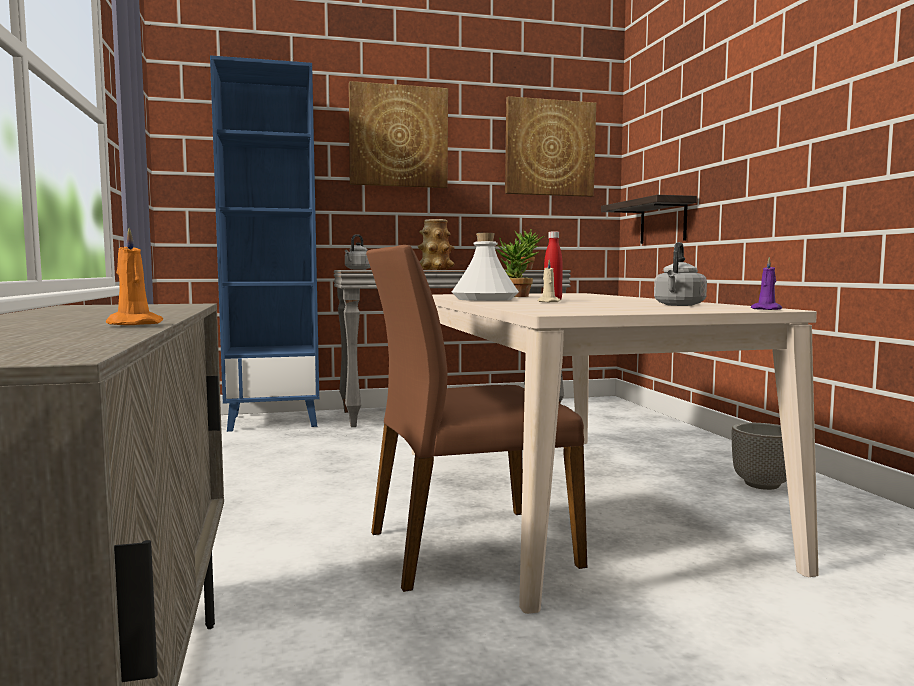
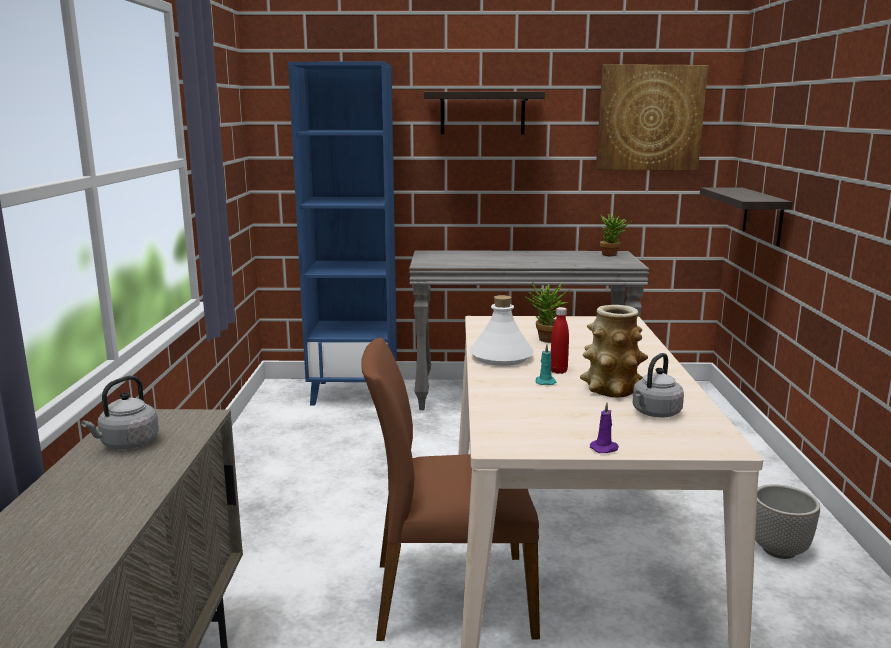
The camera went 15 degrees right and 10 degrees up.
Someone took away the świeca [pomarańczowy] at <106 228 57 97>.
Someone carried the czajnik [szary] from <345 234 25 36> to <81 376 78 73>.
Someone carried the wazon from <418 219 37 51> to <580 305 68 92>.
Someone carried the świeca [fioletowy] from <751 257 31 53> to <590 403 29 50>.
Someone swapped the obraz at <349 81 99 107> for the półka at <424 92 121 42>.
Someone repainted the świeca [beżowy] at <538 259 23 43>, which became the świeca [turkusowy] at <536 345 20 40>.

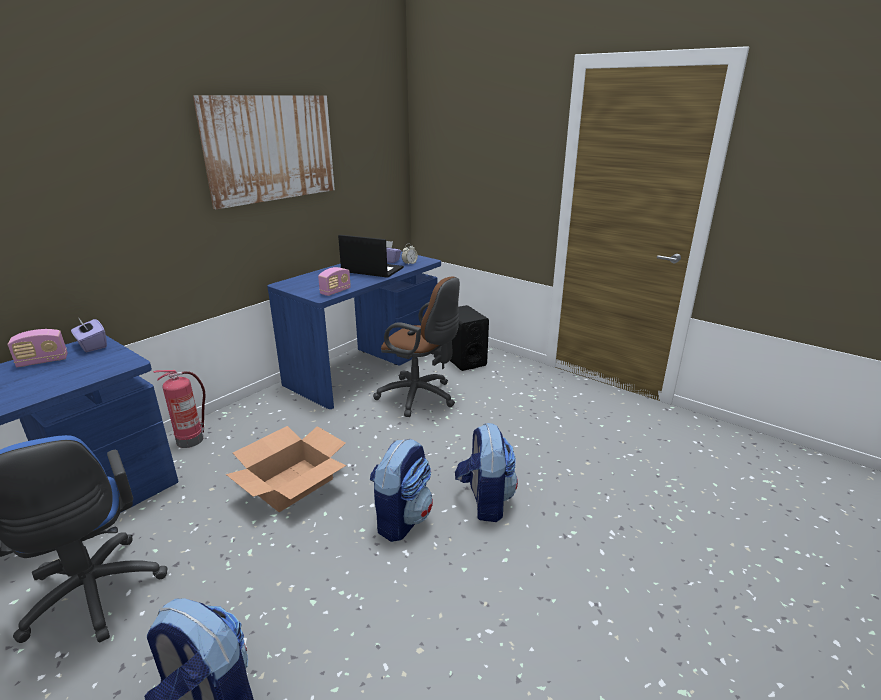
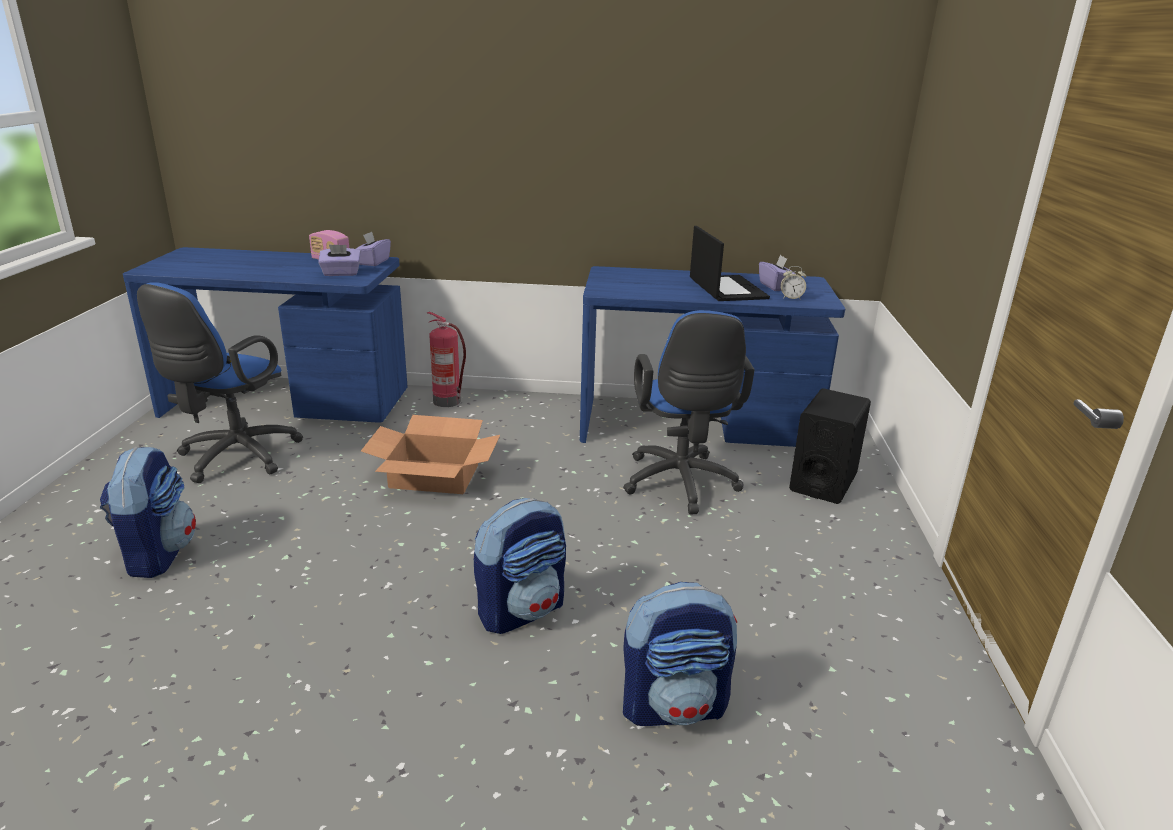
The camera went 55 degrees right and 0 degrees up.
Someone took away the obraz at <193 95 142 114>.
Someone took away the radio at <318 267 33 29>.
Someone put down the pudełko chusteczek [fioletowy] at <318 244 43 32>.
Someone carried the plecak from <370 439 63 103> to <623 582 114 144>.
Someone repainted the krzesło biurowe [brązowy] at <373 277 87 140>, which became the krzesło biurowe [niebieski] at <623 310 132 204>.

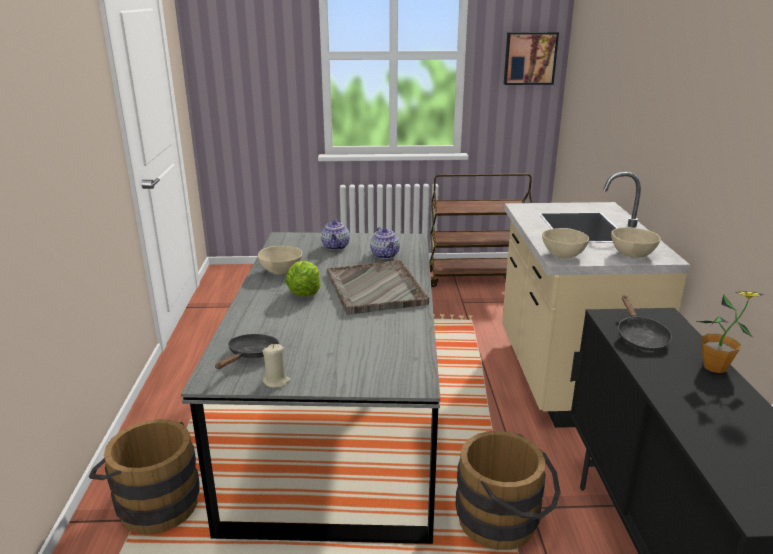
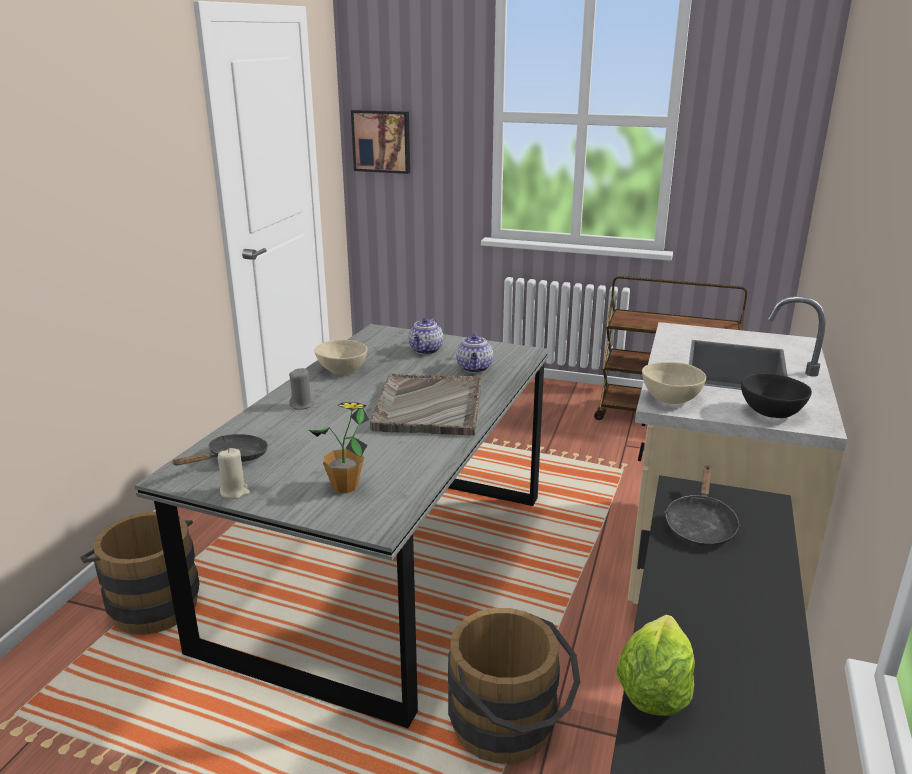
The camera went 20 degrees right and 0 degrees up.
Someone put down the świeca [szary] at <289 368 26 42>.
Someone carried the sałata from <286 261 35 36> to <616 615 79 101>.
Someone carried the obraz from <504 32 55 53> to <351 110 59 64>.
Someone carried the roślina doniczkowa from <695 291 69 82> to <309 402 60 91>.
Someone repainted the miska [beżowy] at <611 228 50 30>, which became the miska [czarny] at <741 373 71 45>.

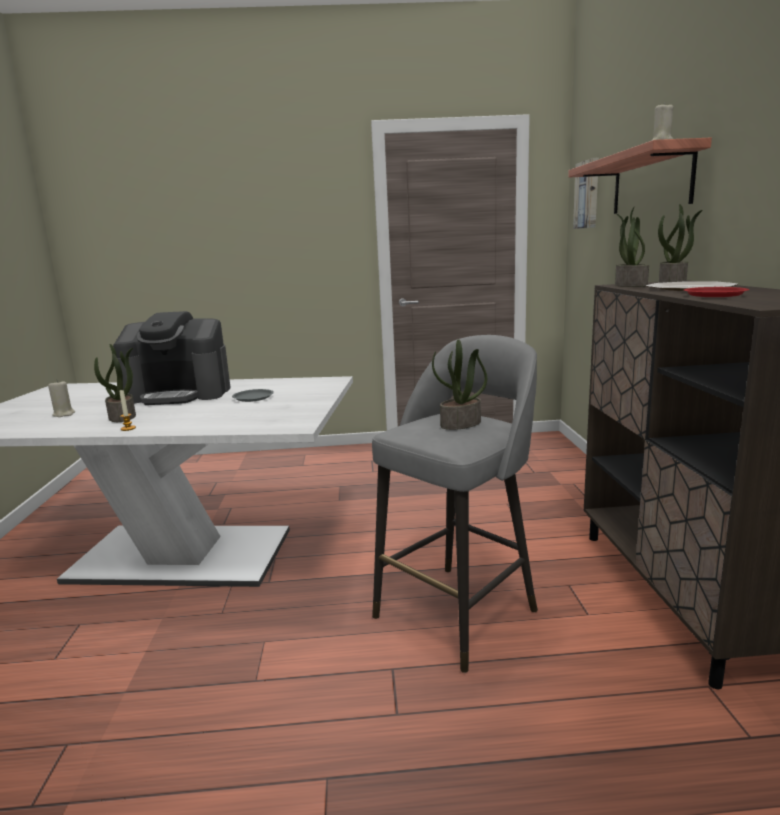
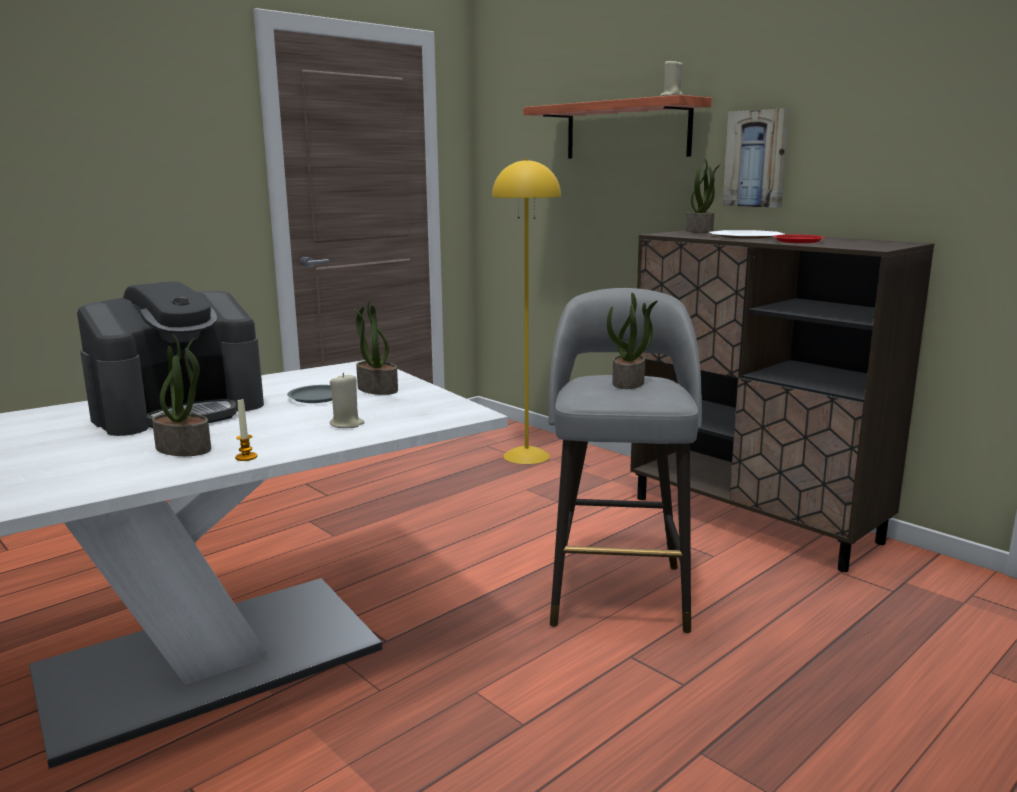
The camera went 40 degrees left and 0 degrees up.
Someone put down the lampa stojąca [żółty] at <492 158 69 306>.
Someone carried the świeca [beżowy] from <48 380 27 37> to <329 373 36 55>.
Someone carried the obraz from <573 157 26 72> to <722 108 68 100>.
Someone carried the roślina doniczkowa from <615 207 34 80> to <354 297 44 98>.

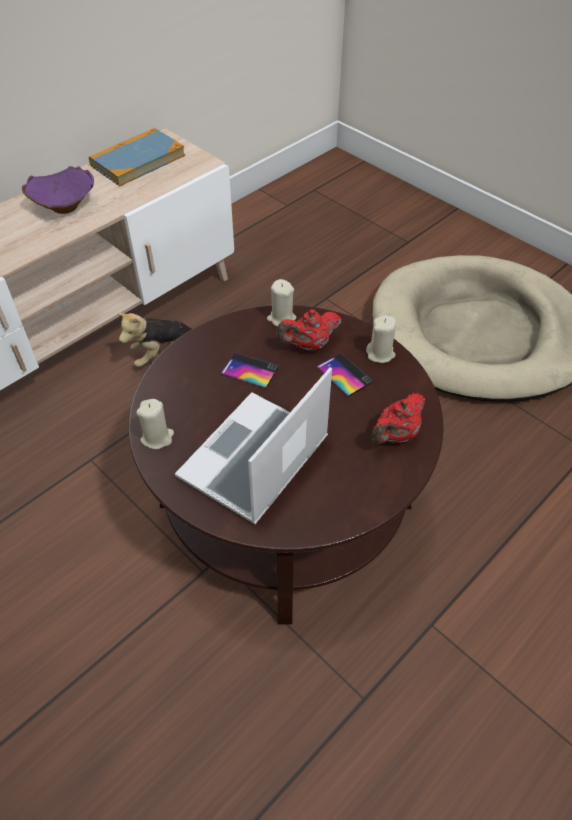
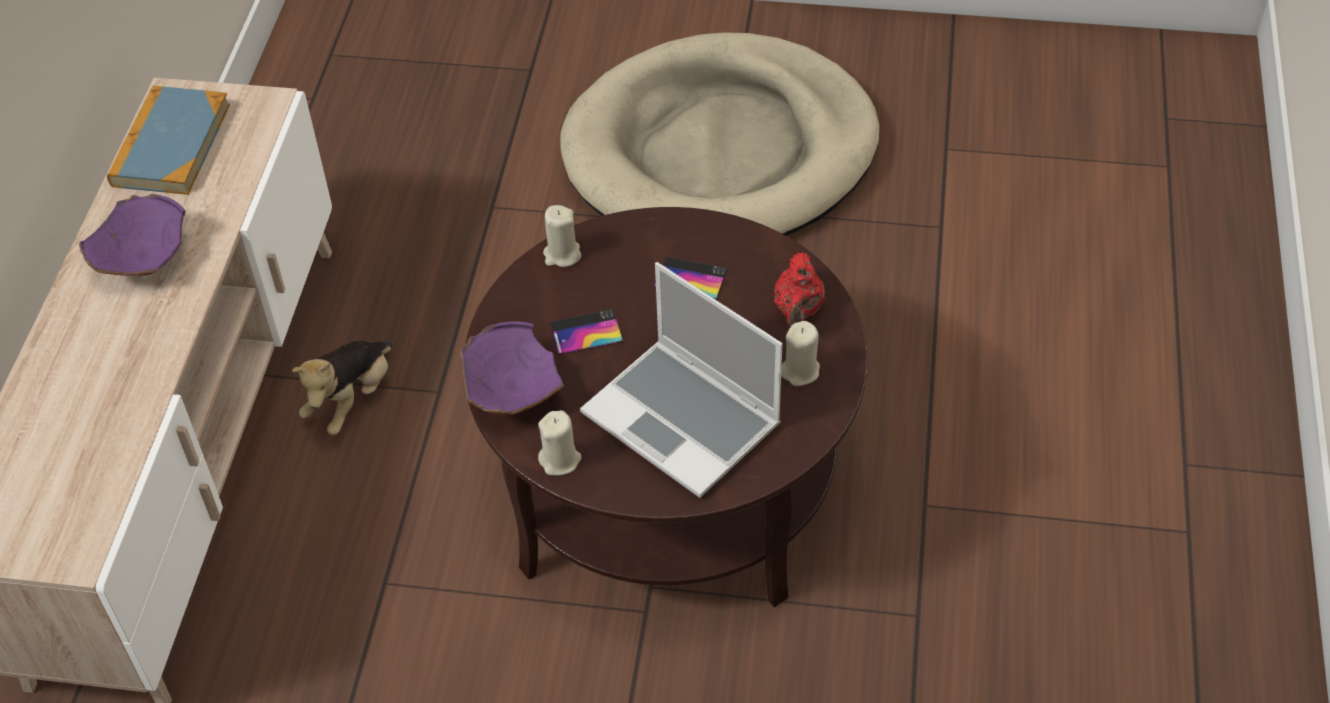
The camera went 35 degrees left and 0 degrees up.
Someone took away the imbryk [czerwony] at <277 309 64 42>.
Someone put down the miska [fioletowy] at <460 321 104 94>.
Someone carried the świeca [beżowy] from <366 315 30 48> to <781 321 39 65>.
Someone rotated the laptop at <175 367 157 157> by 45 degrees counterclockwise.

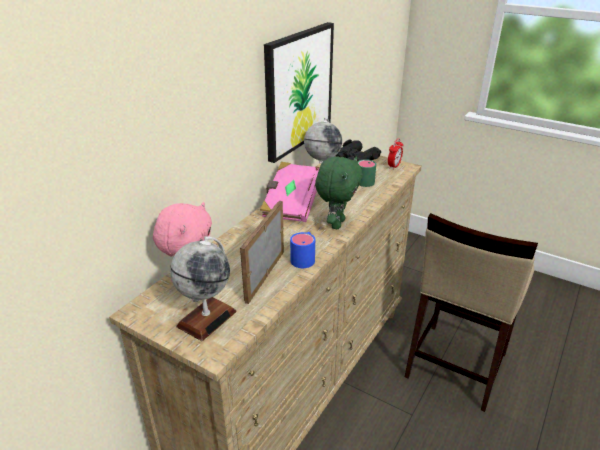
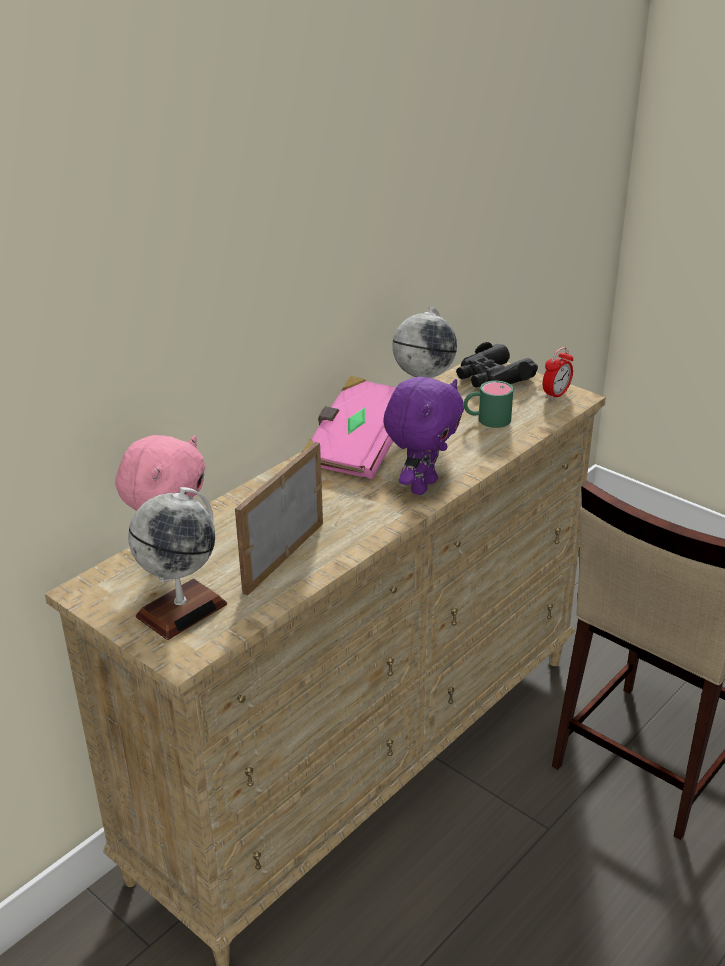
The camera went 10 degrees right and 0 degrees up.
Someone took away the obraz at <264 22 70 141>.
Someone took away the kubek [niebieski] at <290 232 25 36>.
Someone repainted the pluszak [zielony] at <315 157 48 72>, which became the pluszak [fioletowy] at <383 377 81 118>.

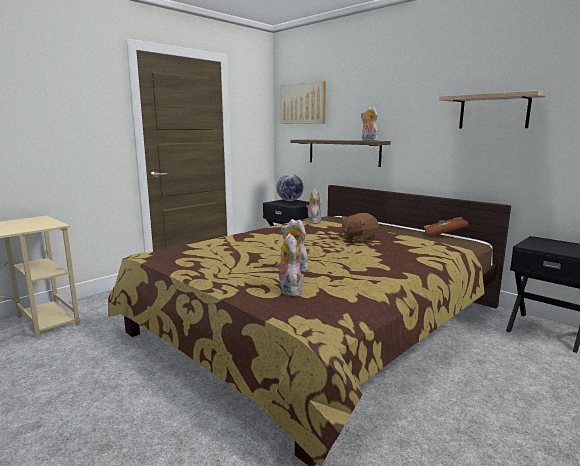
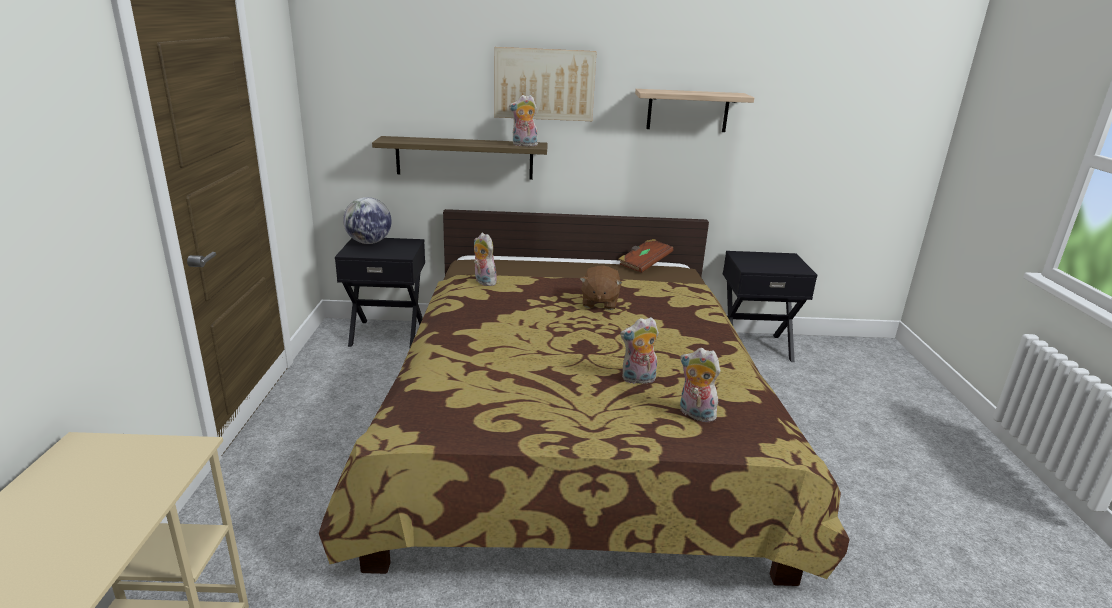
The camera went 45 degrees left and 10 degrees up.
Someone carried the obraz from <280 81 46 43> to <494 47 103 74>.

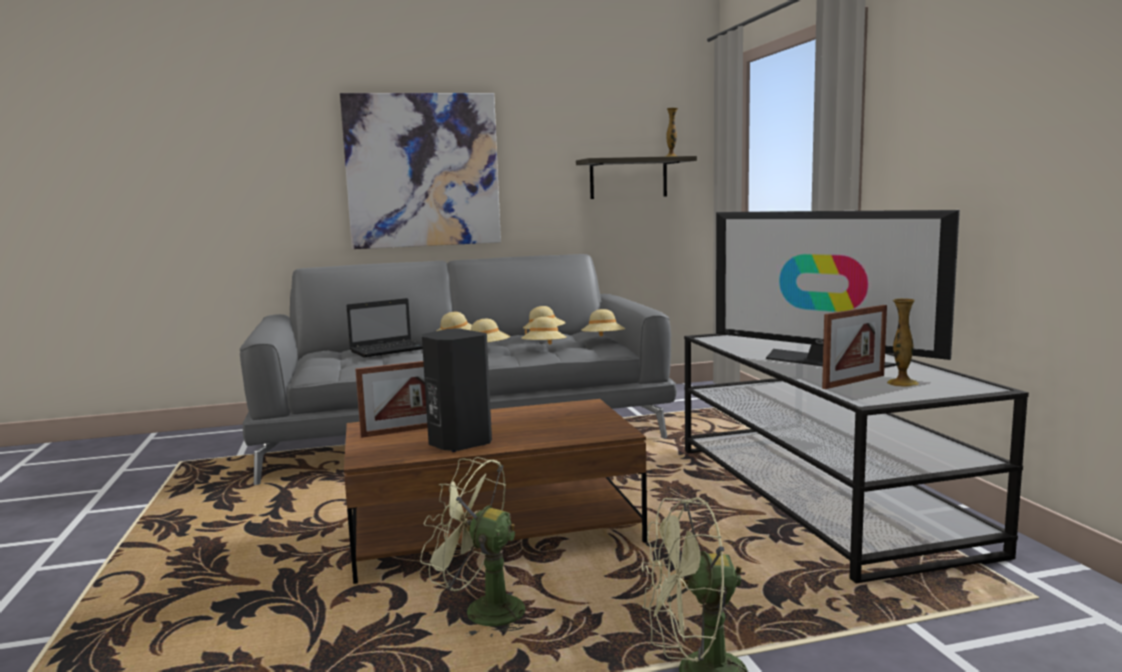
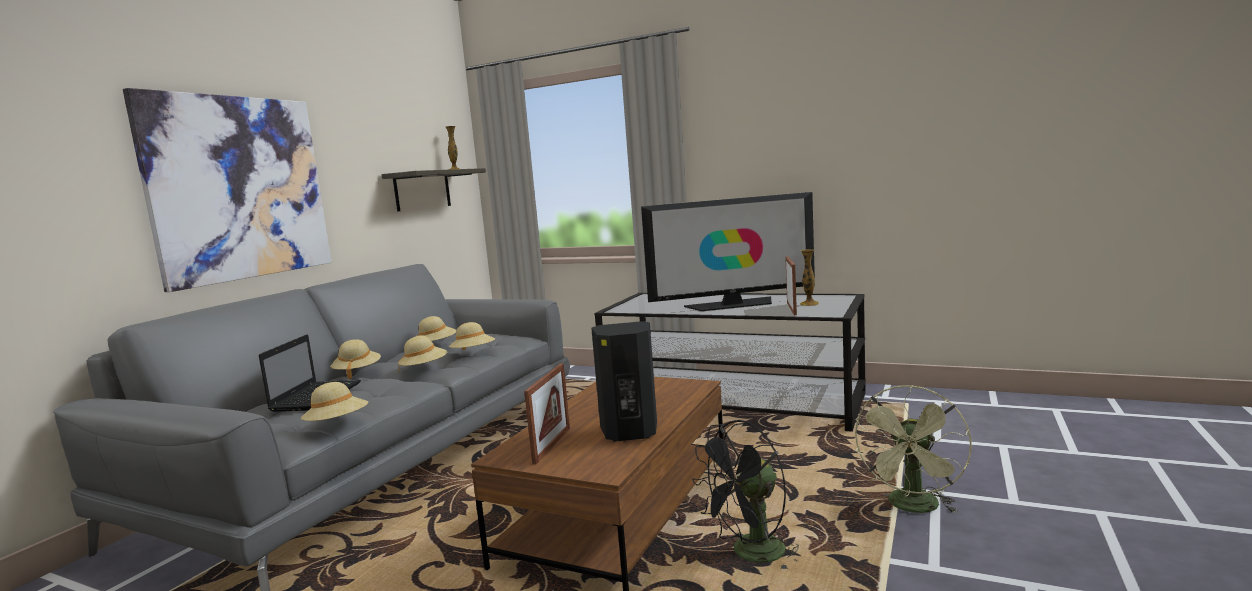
The camera went 50 degrees left and 0 degrees up.
Someone carried the kapelusz [beżowy] from <581 309 44 28> to <301 382 67 39>.
Someone repainted the wentylator [zielony] at <420 457 105 180>, which became the wentylator [czarny] at <692 420 107 151>.

